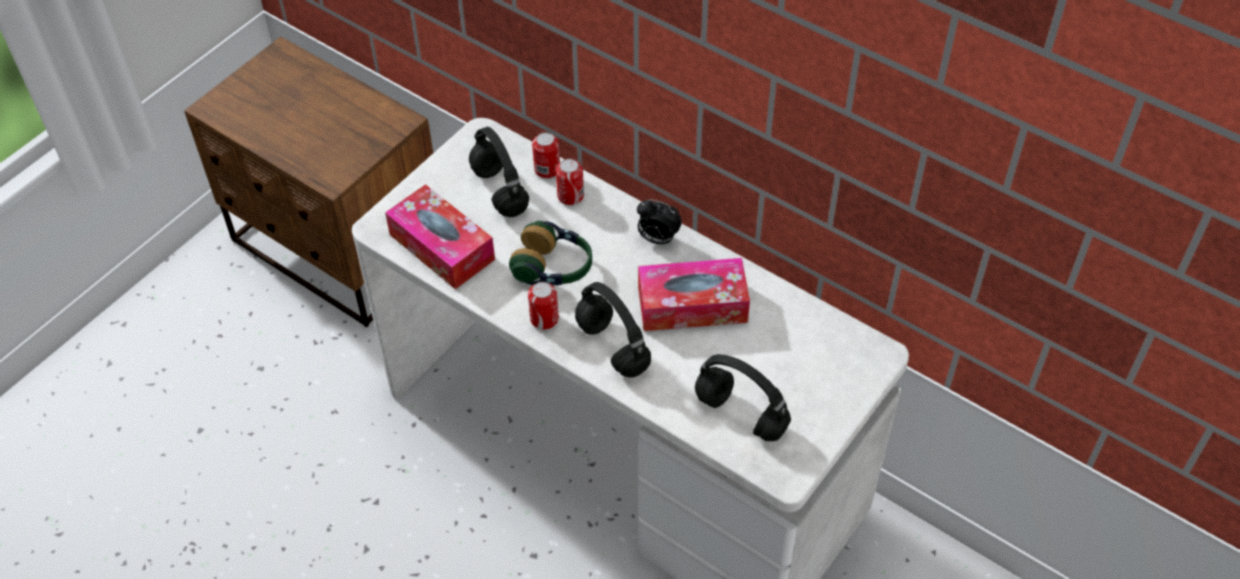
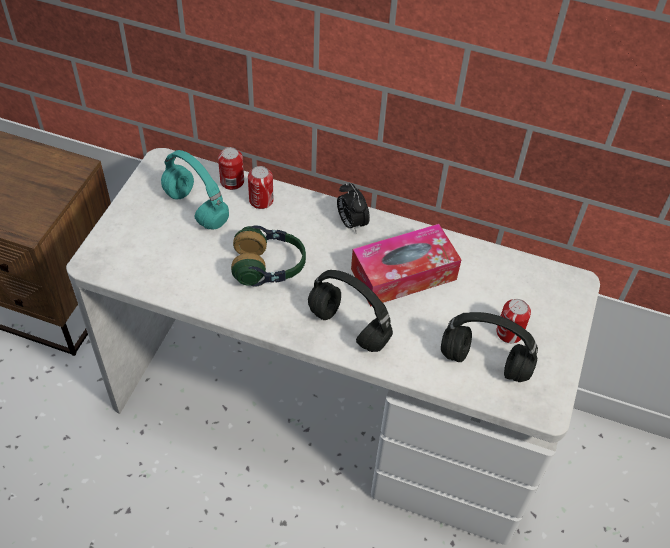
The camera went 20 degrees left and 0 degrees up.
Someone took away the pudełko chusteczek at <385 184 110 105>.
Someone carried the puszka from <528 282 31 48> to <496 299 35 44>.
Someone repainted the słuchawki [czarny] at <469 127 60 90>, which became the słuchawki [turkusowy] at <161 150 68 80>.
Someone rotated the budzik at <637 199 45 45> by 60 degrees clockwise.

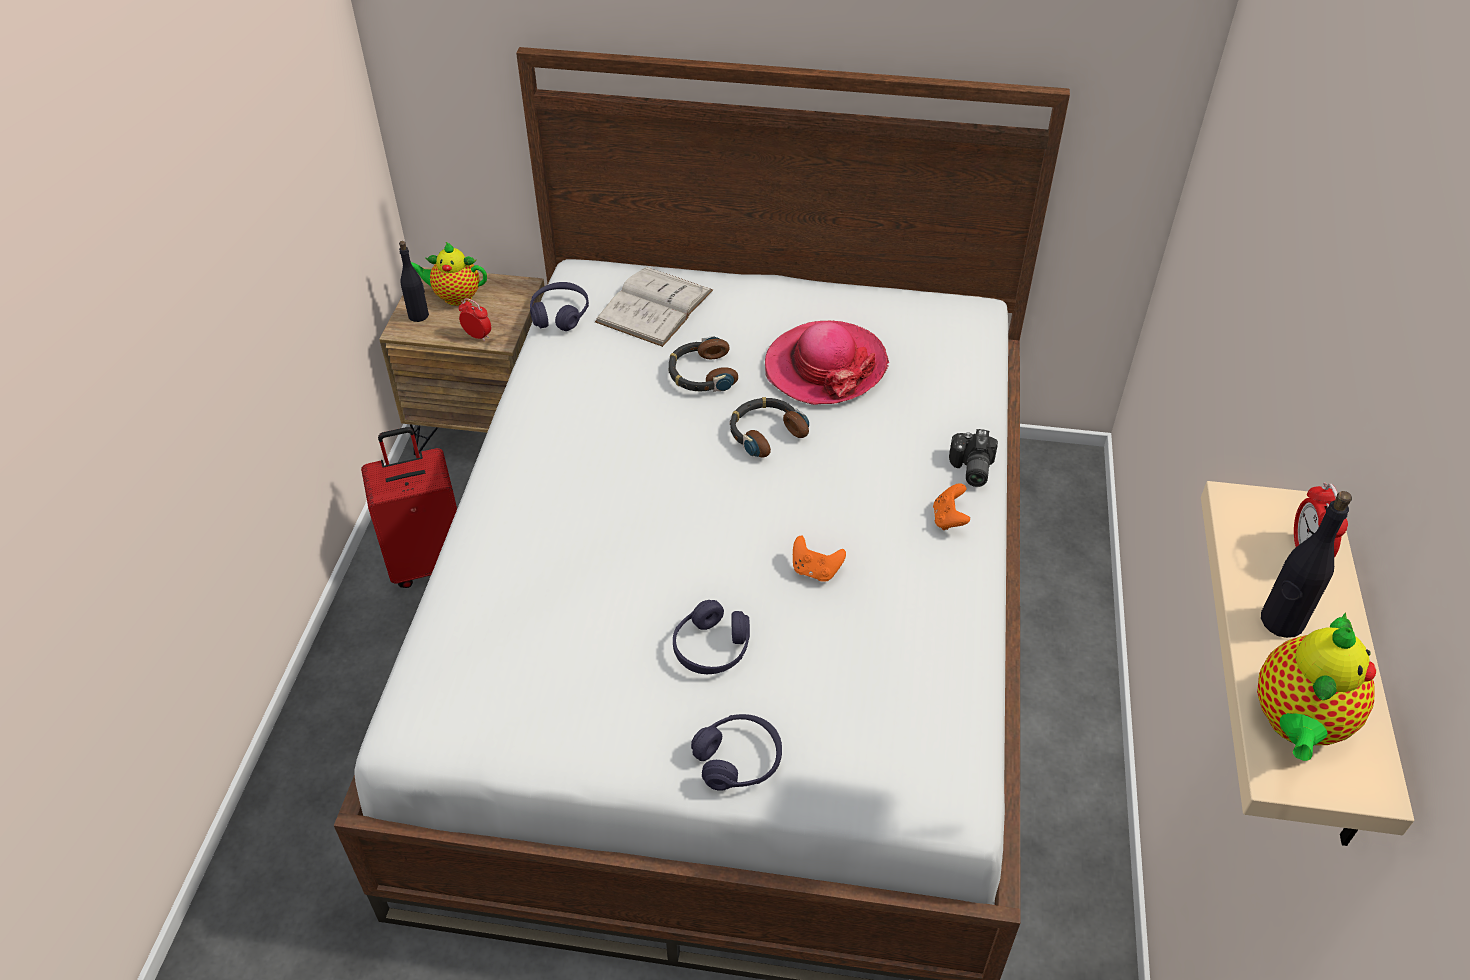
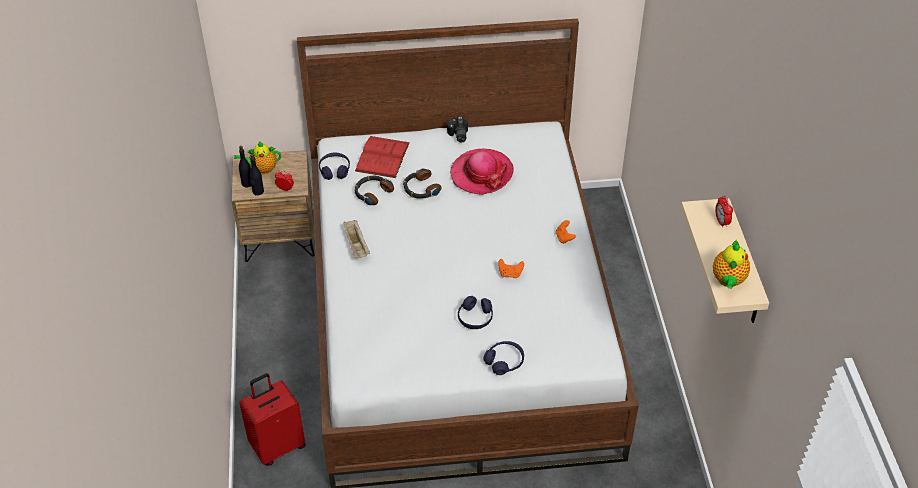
The camera went 15 degrees left and 0 degrees up.
Someone put down the taca [beżowy] at <343 220 27 39>.
Someone carried the walizka [czerwony] from <361 427 96 161> to <240 373 66 93>.
Someone carried the słuchawki from <730 397 79 60> to <354 176 40 30>.
Someone carried the aparat fotograficzny from <949 429 49 58> to <447 116 21 27>.
Someone carried the butelka [czarny] from <1261 491 91 147> to <250 154 14 42>.
Someone repainted the książka [biały] at <595 267 118 80>, which became the książka [czerwony] at <355 136 55 42>.

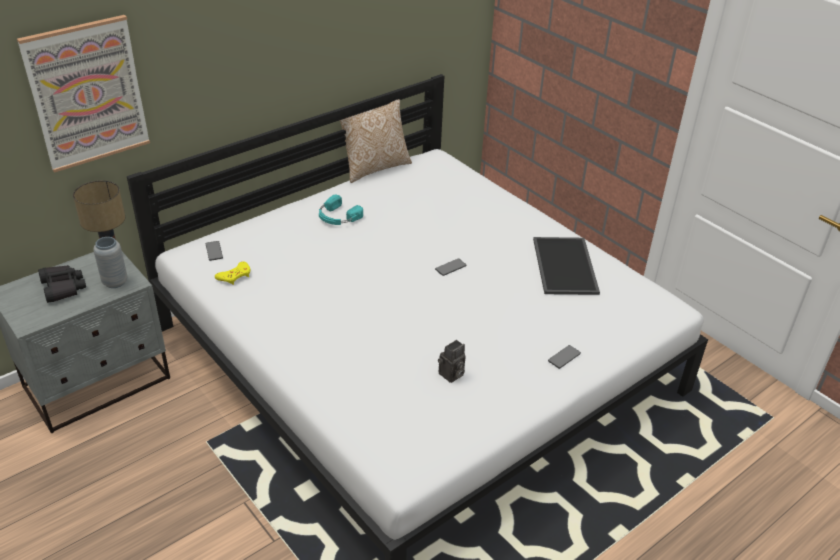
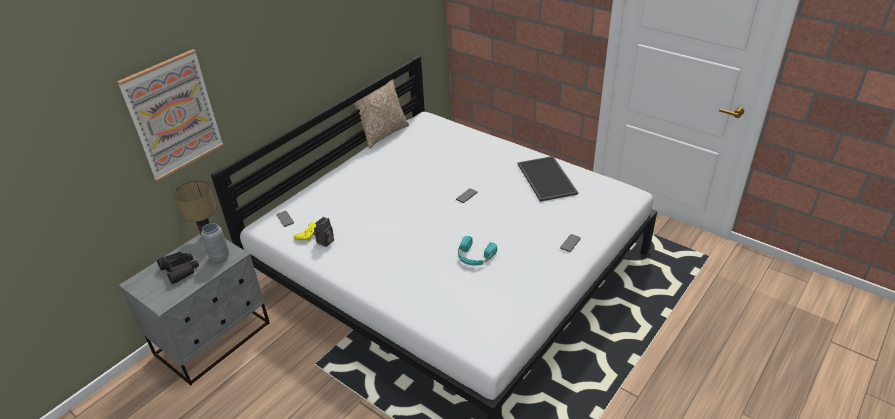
The camera went 10 degrees left and 0 degrees up.
Someone carried the słuchawki [turkusowy] from <319 195 44 30> to <458 236 39 30>.
Someone carried the aparat fotograficzny from <438 340 28 43> to <313 217 21 30>.

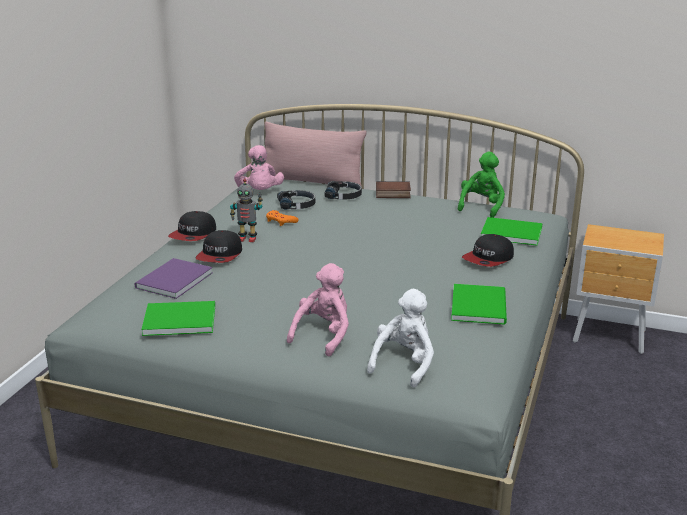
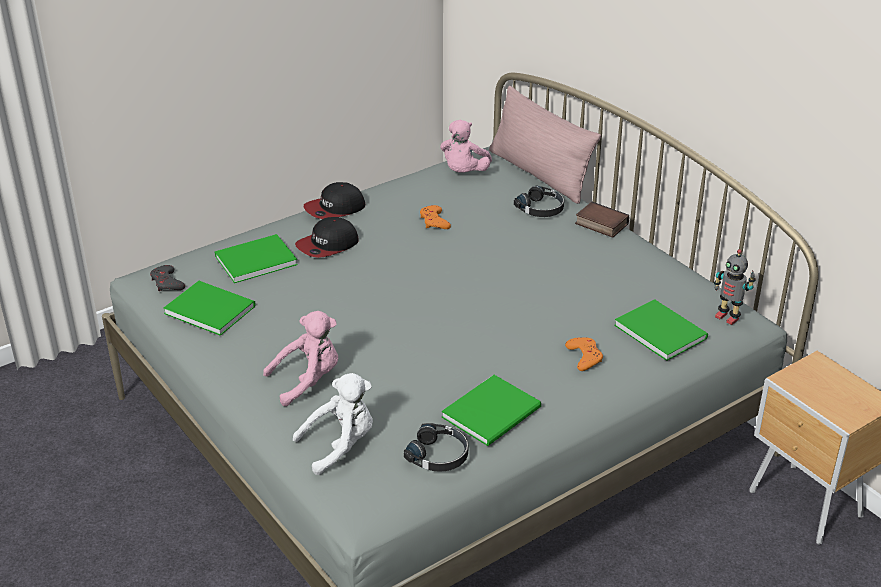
The camera went 35 degrees right and 10 degrees up.
Someone took away the pluszak [zielony] at <458 151 47 67>.
Someone put down the pad do gier [szary] at <150 265 35 26>.
Someone carried the robot zabawkowy from <230 179 33 63> to <714 249 42 76>.
Someone carried the słuchawki [czarny] from <277 190 38 20> to <404 423 64 49>.
Someone swapped the czapka z daszkiem at <462 234 52 33> for the pad do gier [pomarańczowy] at <565 337 38 34>.
Someone repainted the książka [fioletowy] at <134 258 79 41>, which became the książka [zielony] at <215 234 83 49>.

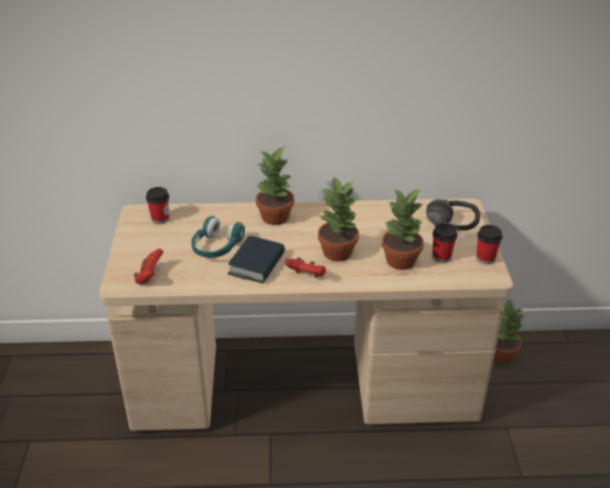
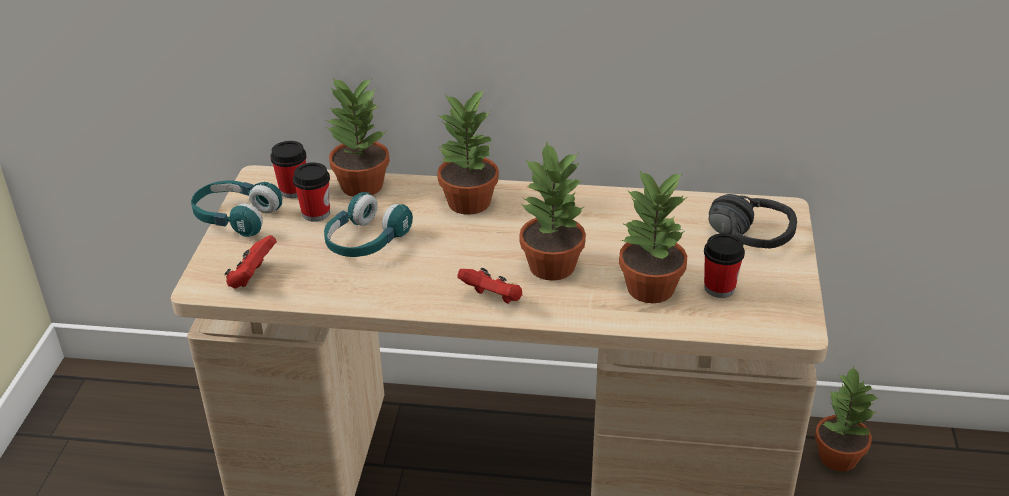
The camera went 10 degrees right and 0 degrees up.
Someone took away the książka at <228 236 57 48>.
Someone put down the słuchawki [turkusowy] at <191 180 91 57>.
Someone put down the roślina doniczkowa at <326 78 64 119>.
Someone carried the filiżanka from <476 225 27 39> to <293 162 37 60>.

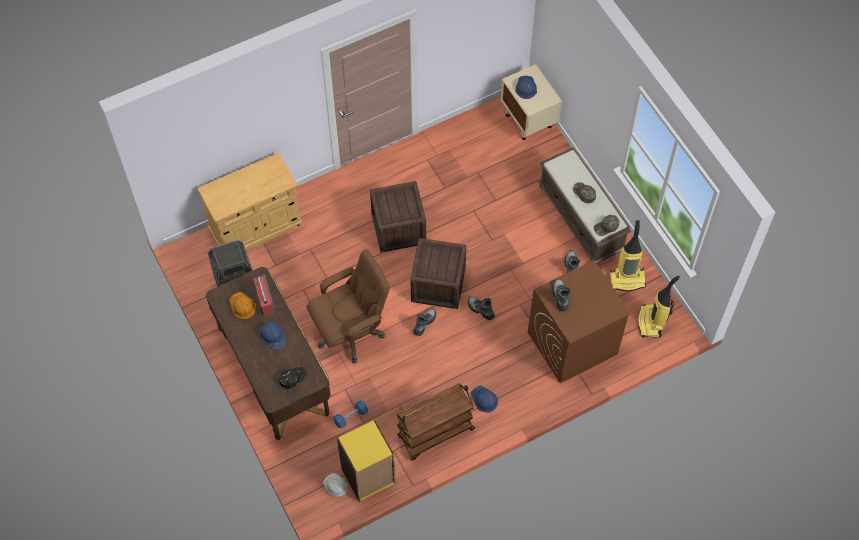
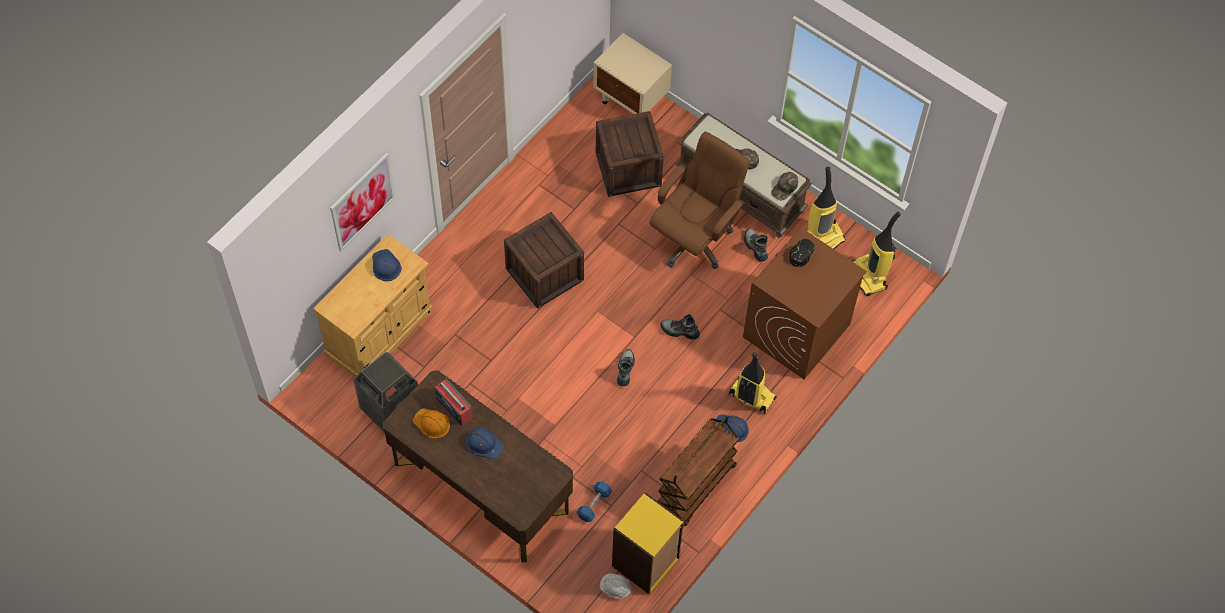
The camera went 25 degrees left and 0 degrees up.
Someone took away the but z cholewką at <552 278 19 33>.
Someone put up the obraz at <330 153 65 98>.
Someone put down the odkurzacz at <729 352 48 62>.
Someone carried the czapka z daszkiem [czarny] from <279 367 28 22> to <789 239 26 28>.
Someone carried the krzesło biurowe [brązowy] from <306 249 84 114> to <650 132 99 137>.
Someone carried the skrzynka from <410 238 57 71> to <596 111 68 86>.
Someone carried the kask [niebieski] from <516 76 21 23> to <372 249 30 32>.

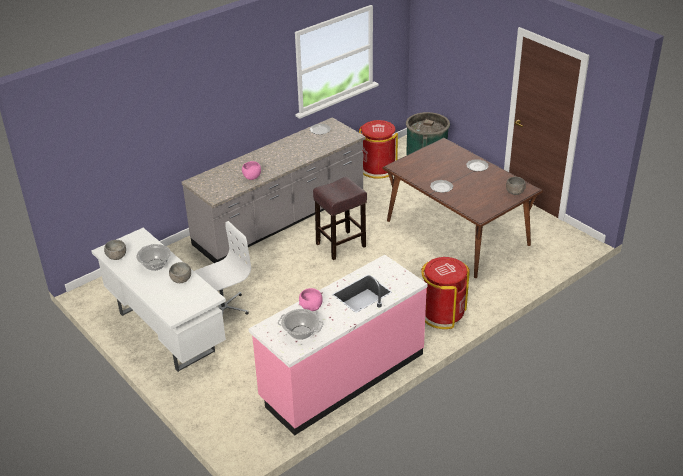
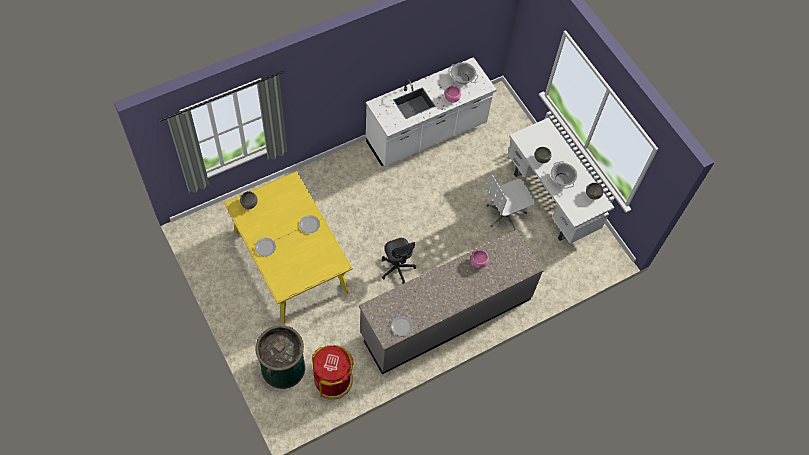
The camera went 175 degrees left and 25 degrees up.
Someone took away the kosz na śmieci [czerwony] at <421 257 49 72>.
Someone swapped the stołek [brązowy] at <313 177 54 83> for the krzesło biurowe [szary] at <382 238 34 46>.
Someone repainted the zabudowa kuchenna [różowy] at <248 255 180 180>, which became the zabudowa kuchenna [biały] at <366 57 131 110>.
Someone repainted the stół jadalny [brązowy] at <382 138 161 140>, which became the stół jadalny [żółty] at <224 171 129 153>.

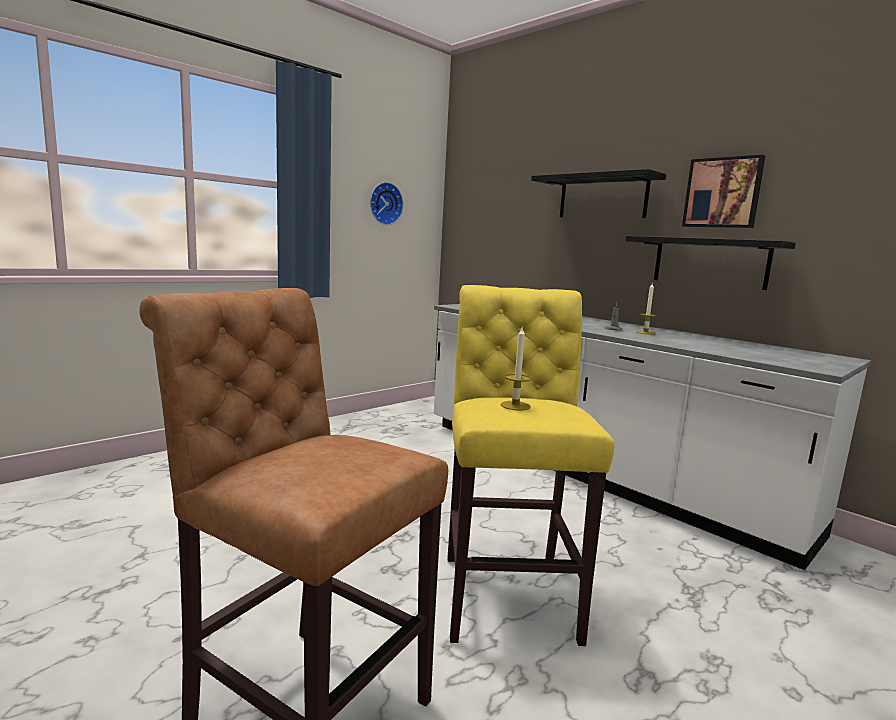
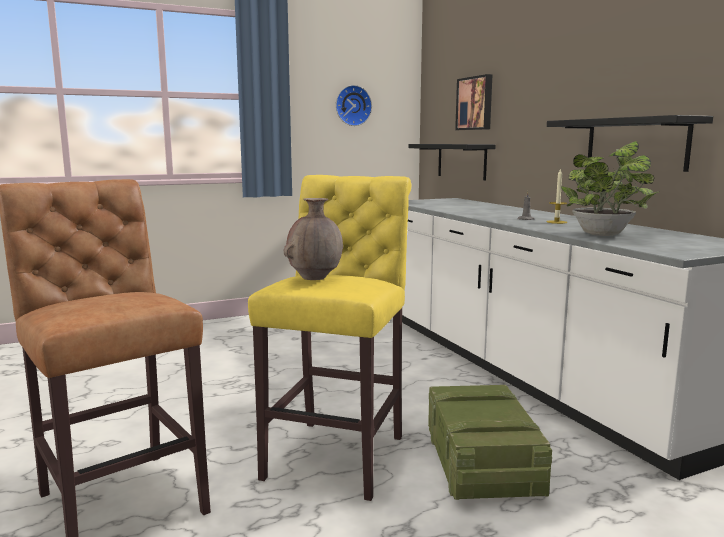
The camera went 20 degrees right and 0 degrees up.
Someone put down the skrzynka at <428 385 124 115>.
Someone put down the roślina doniczkowa at <561 141 99 95>.
Someone carried the półka [czarny] from <531 169 135 49> to <408 144 88 36>.
Someone carried the obraz from <682 155 83 73> to <455 74 38 56>.
Someone swapped the świeca at <500 327 31 83> for the wazon [brązowy] at <283 198 60 82>.

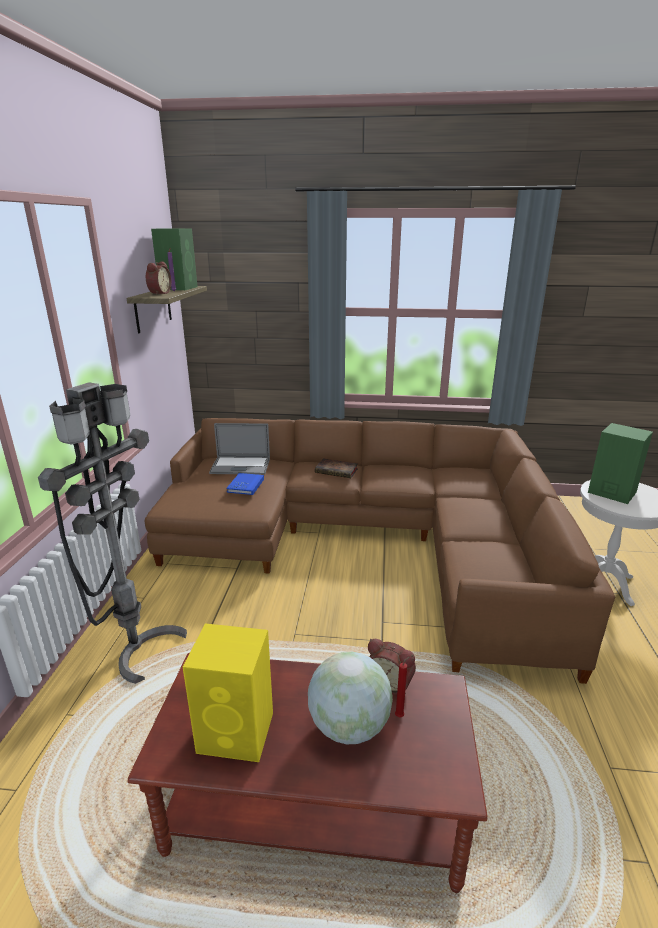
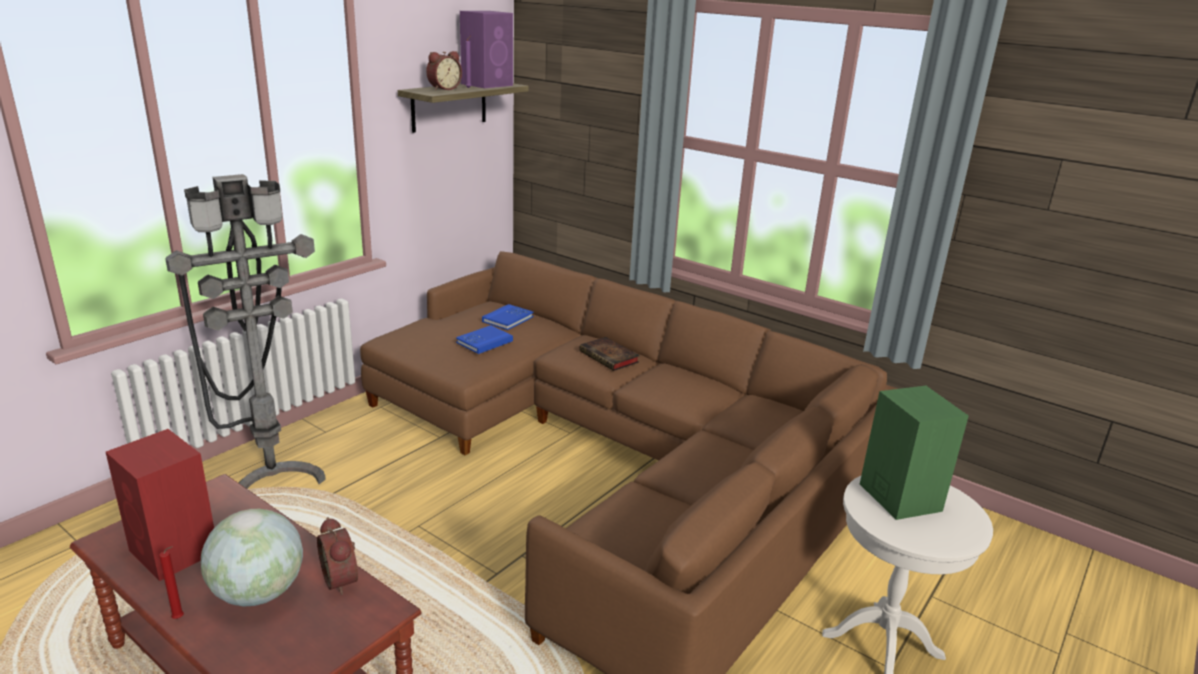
The camera went 30 degrees right and 0 degrees up.
Someone carried the świeca [czerwony] from <395 656 15 61> to <159 546 25 73>.
Someone swapped the laptop at <209 423 61 52> for the książka [niebieski] at <482 304 52 26>.
Someone repainted the głośnik [zielony] at <151 229 47 61>, which became the głośnik [fioletowy] at <460 11 53 77>.
Someone repainted the głośnik [żółty] at <183 623 90 139>, which became the głośnik [czerwony] at <106 429 108 152>.

